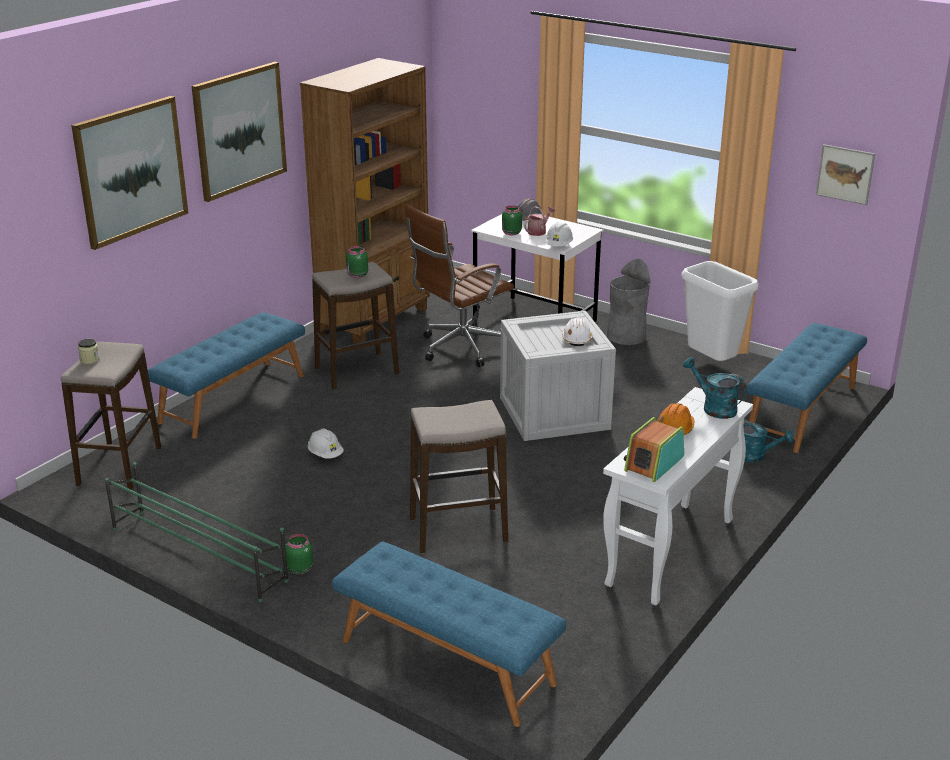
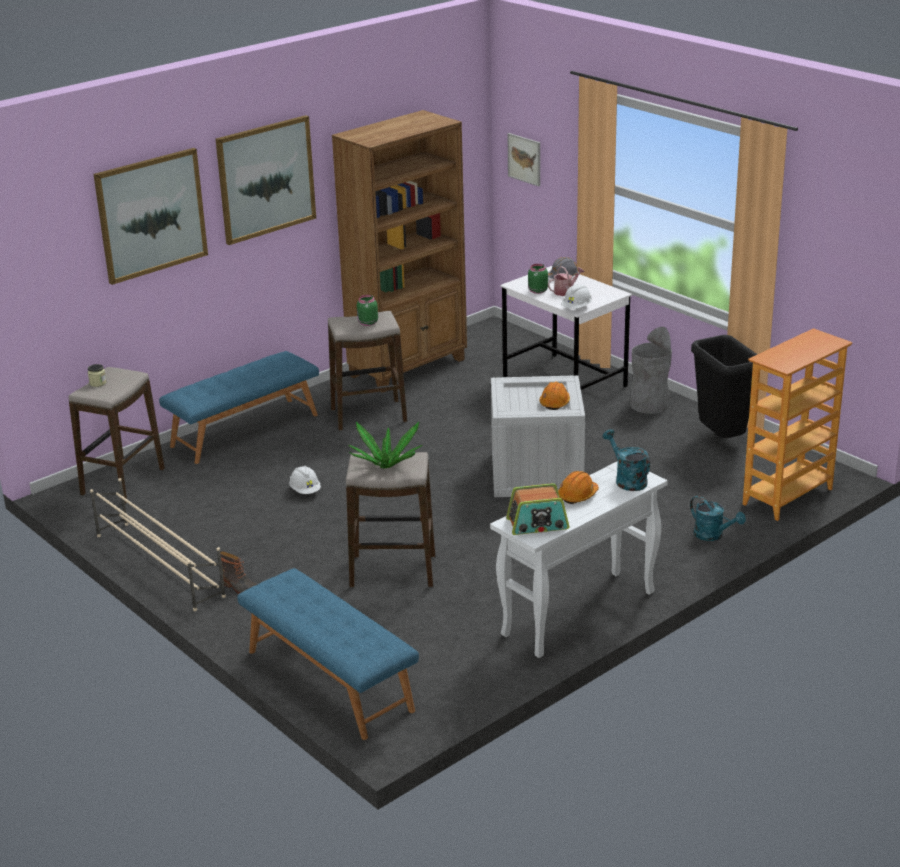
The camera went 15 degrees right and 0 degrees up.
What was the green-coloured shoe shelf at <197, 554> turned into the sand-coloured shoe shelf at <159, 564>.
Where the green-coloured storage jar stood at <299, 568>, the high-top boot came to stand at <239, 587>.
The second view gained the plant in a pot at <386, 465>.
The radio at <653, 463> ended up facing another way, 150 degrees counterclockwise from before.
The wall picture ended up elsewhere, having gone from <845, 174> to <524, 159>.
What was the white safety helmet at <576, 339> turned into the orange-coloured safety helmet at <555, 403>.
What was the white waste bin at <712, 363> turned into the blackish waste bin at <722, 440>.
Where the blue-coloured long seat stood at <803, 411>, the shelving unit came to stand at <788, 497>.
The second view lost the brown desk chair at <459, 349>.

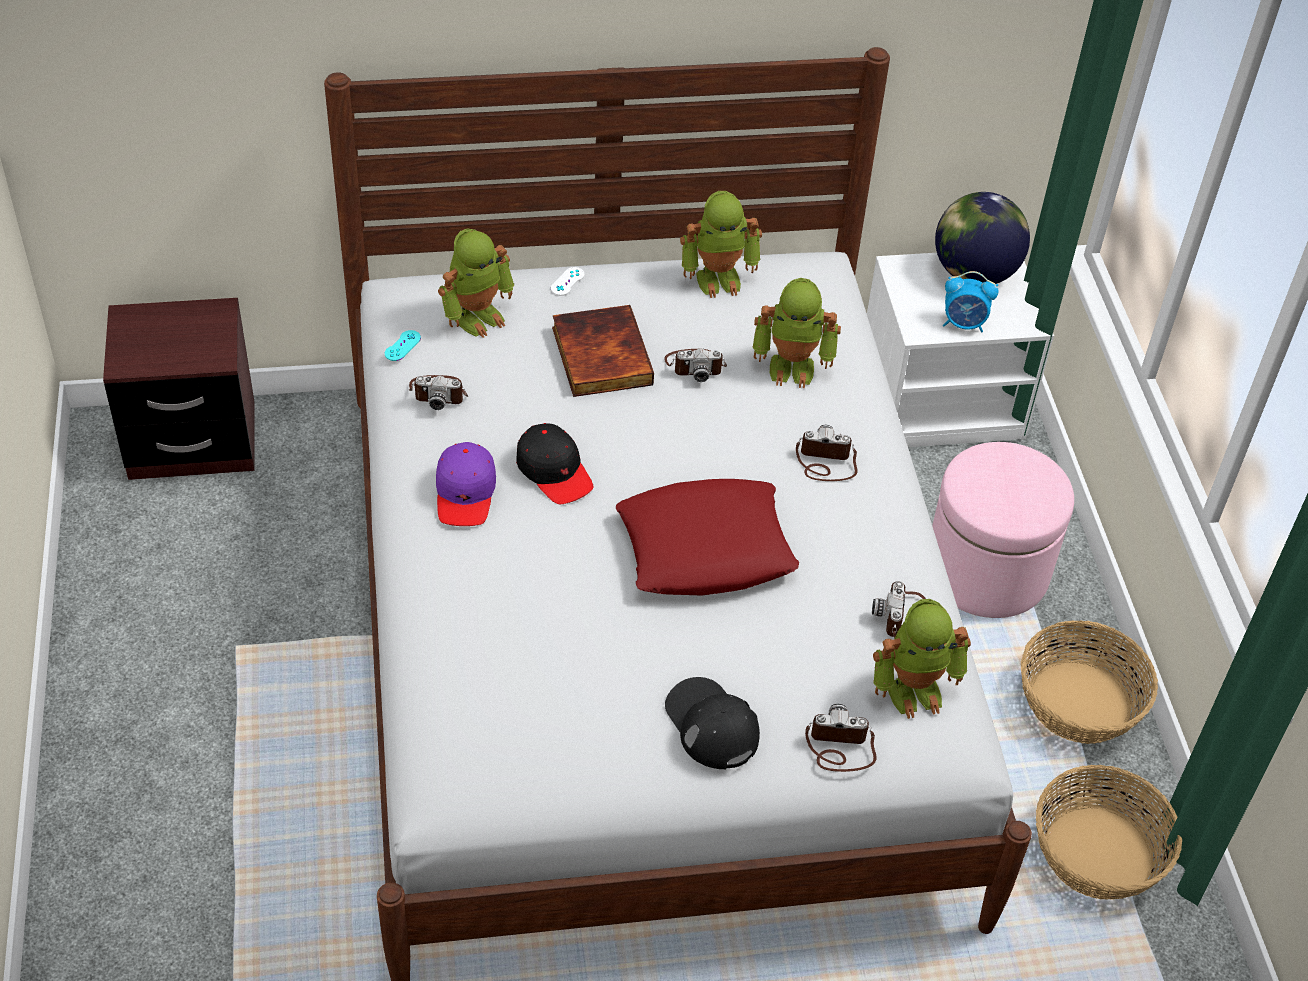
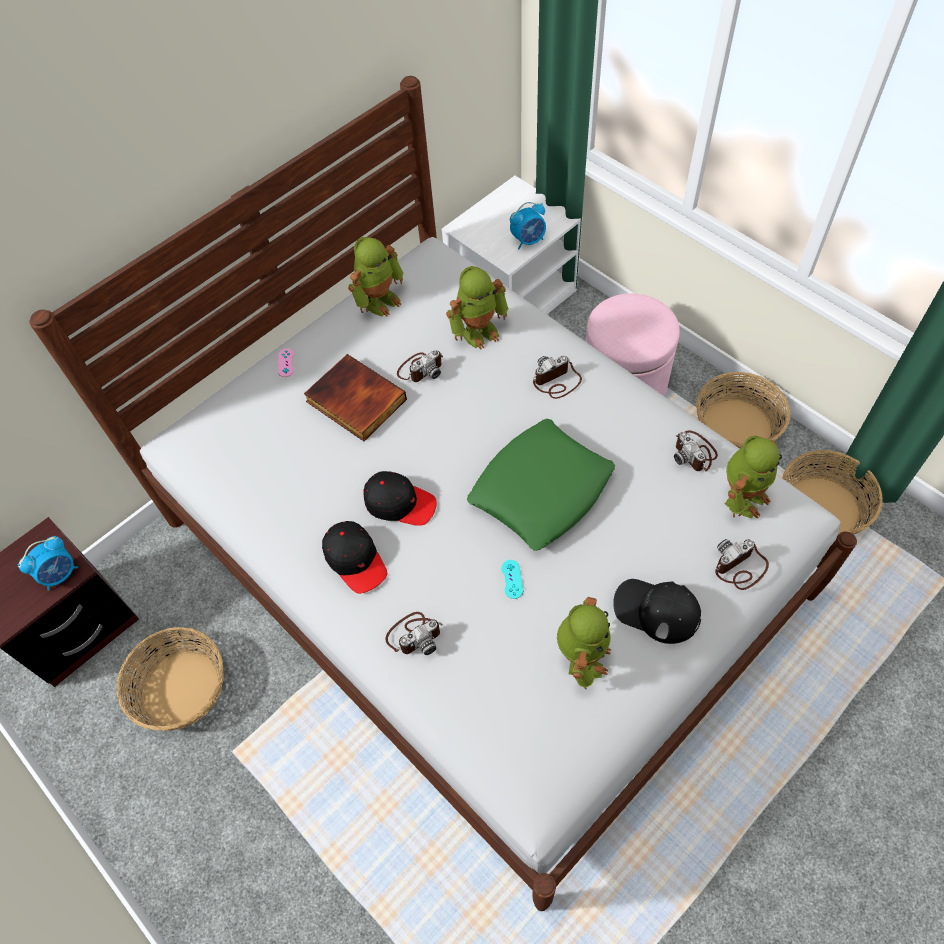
The camera went 30 degrees left and 10 degrees up.
The second view gained the table clock at <60, 574>.
The second view gained the household basket at <181, 688>.
What was the white game controller at <567, 282> turned into the pink-coloured game controller at <286, 363>.
What was the purple-coloured baseball cap at <465, 493> turned into the blackish baseball cap at <355, 560>.
The photo camera ended up elsewhere, having gone from <439, 393> to <414, 634>.
What was the reddish cushion at <706, 548> turned into the green-coloured cushion at <541, 489>.
The turquoise game controller ended up elsewhere, having gone from <402, 346> to <512, 579>.
The model robot ended up elsewhere, having gone from <477, 316> to <582, 656>.
The second view lost the desk globe at <973, 273>.

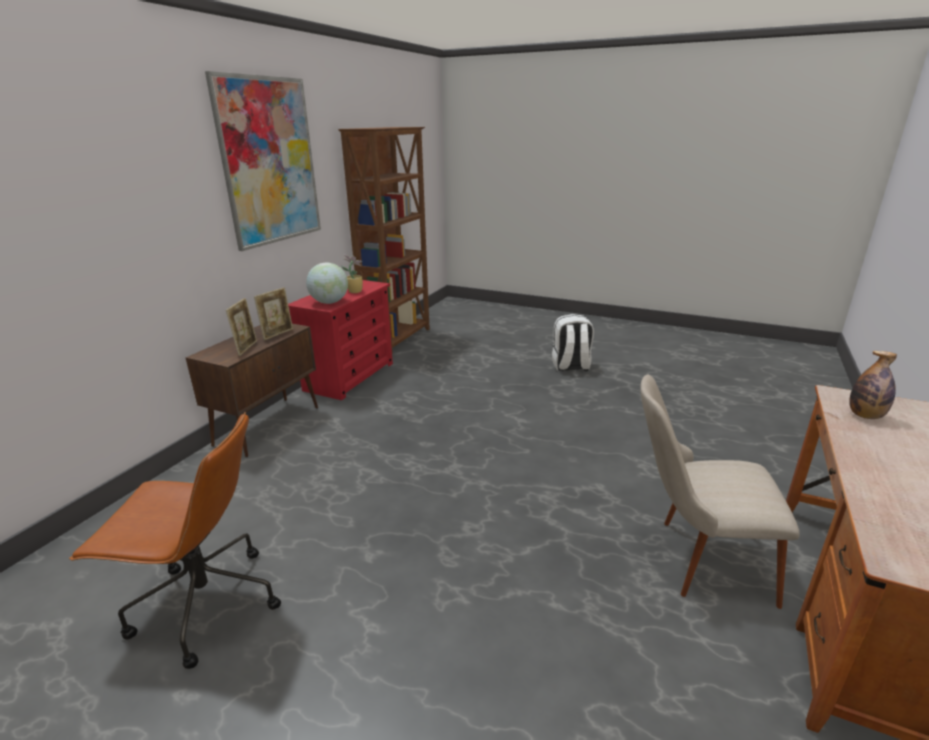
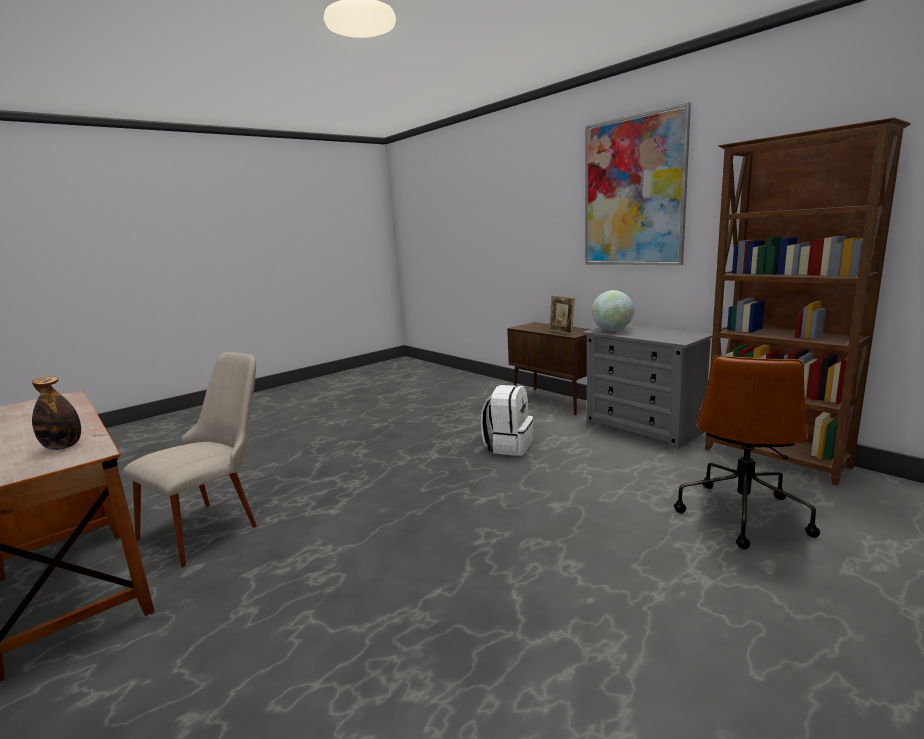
The camera went 115 degrees right and 10 degrees down.
The white rucksack ended up elsewhere, having gone from <570, 366> to <508, 446>.
What was the reddish dresser at <350, 376> turned into the gray dresser at <643, 427>.
The brown desk chair ended up elsewhere, having gone from <204, 605> to <741, 513>.
The second view lost the standing frame at <246, 348>.
The second view lost the plant in a pot at <354, 291>.

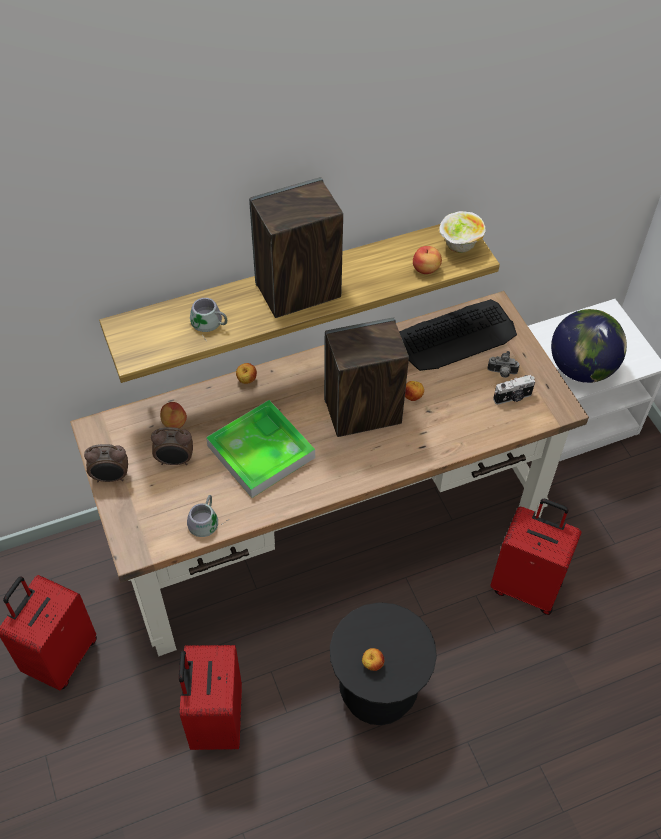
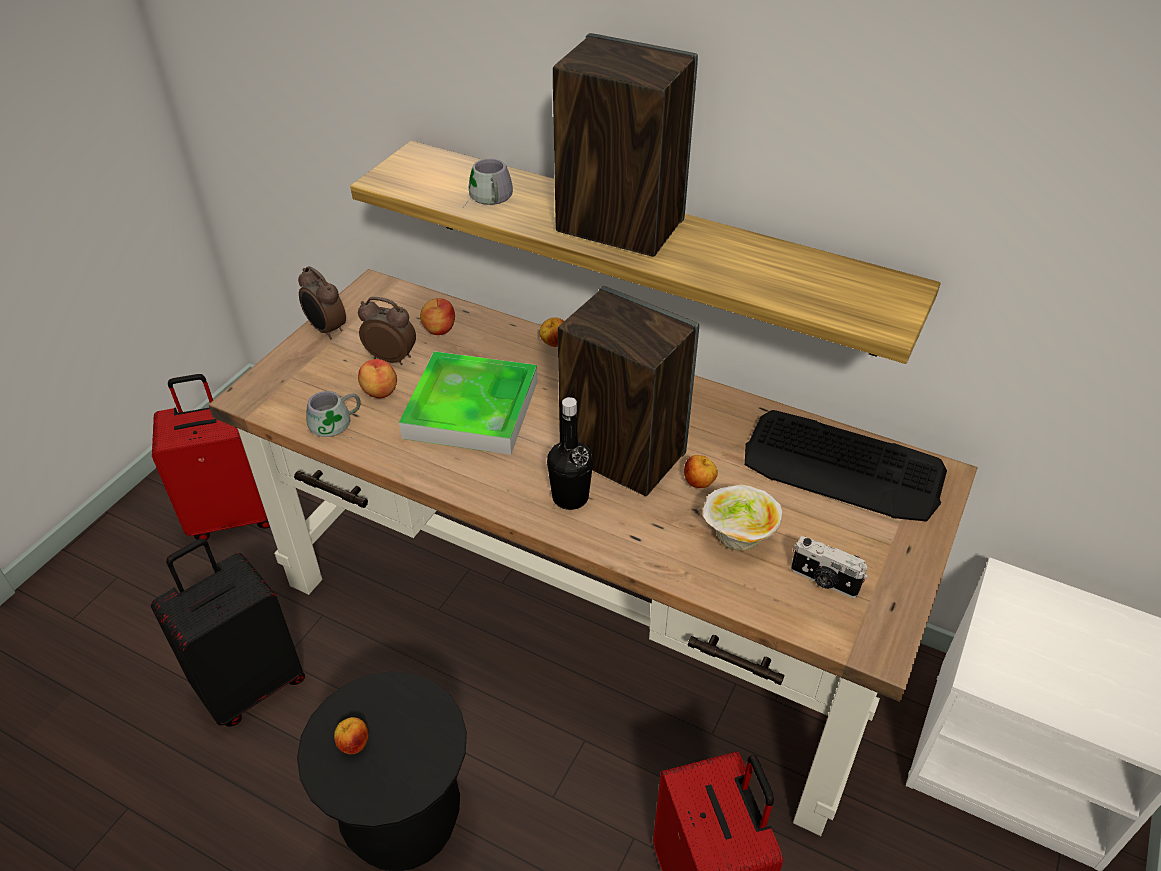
The camera went 50 degrees right and 10 degrees down.
What was the reddish suitcase at <215, 720> turned into the blackish suitcase at <250, 684>.
The table clock at <175, 461> ended up facing another way, 150 degrees clockwise from before.
The apple ended up elsewhere, having gone from <426, 269> to <379, 392>.
The second view gained the blackish drink bottle at <570, 497>.
The bowl ended up elsewhere, having gone from <459, 245> to <737, 538>.
The second view lost the photo camera at <502, 373>.
The second view lost the desk globe at <581, 369>.

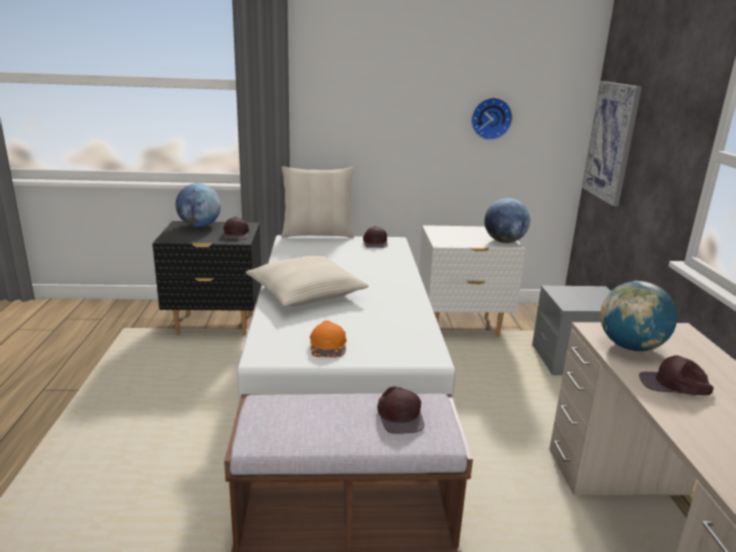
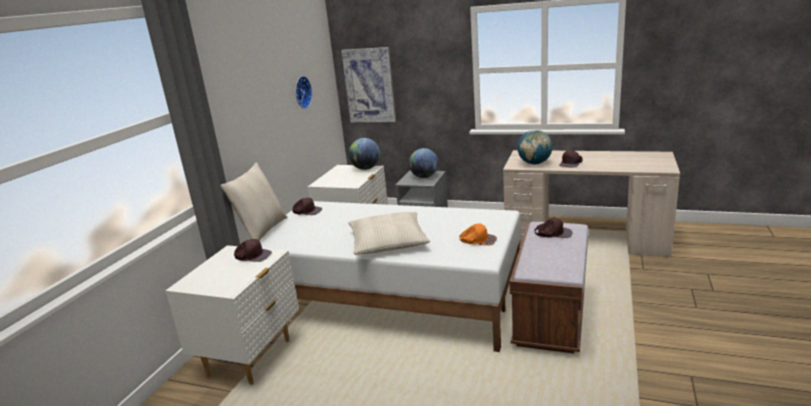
The camera went 65 degrees left and 0 degrees up.
What was the blackish nightstand at <215, 324> turned into the white nightstand at <251, 358>.
The desk globe ended up elsewhere, having gone from <199, 226> to <424, 177>.

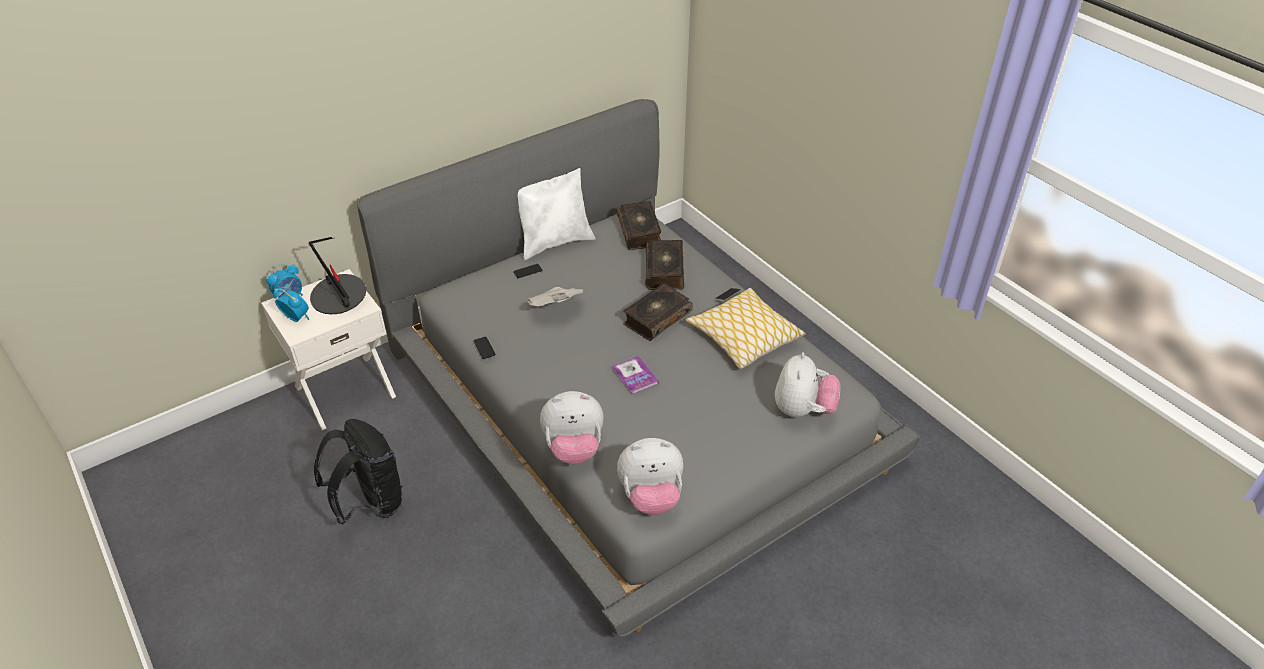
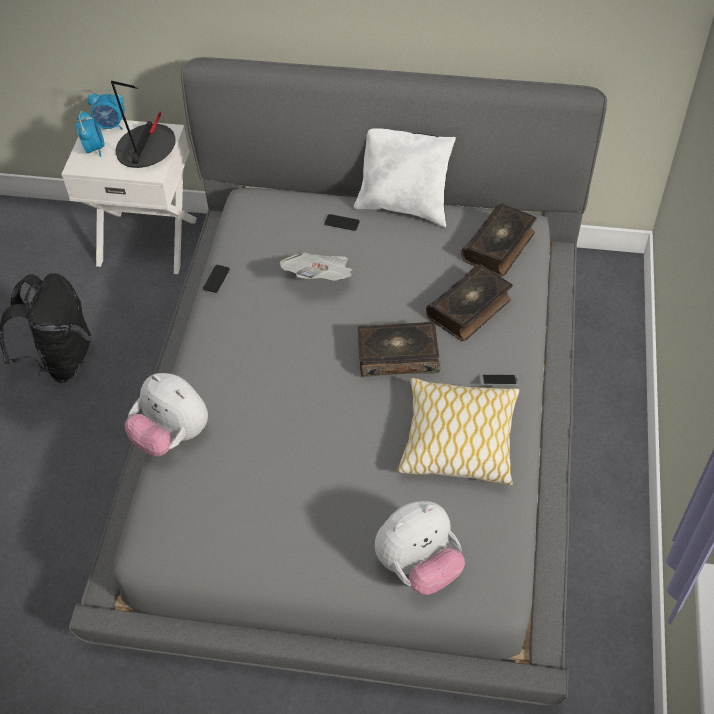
The camera went 45 degrees right and 10 degrees up.
The second view lost the bound book at <634, 376>.
The second view lost the cuddly toy at <651, 497>.

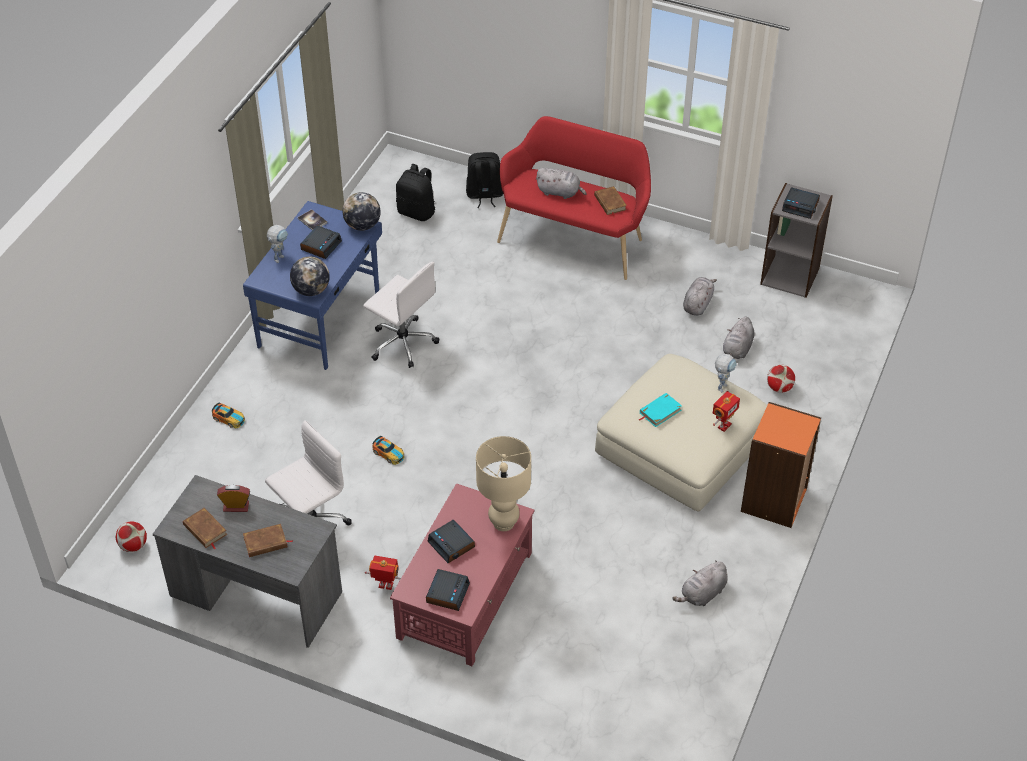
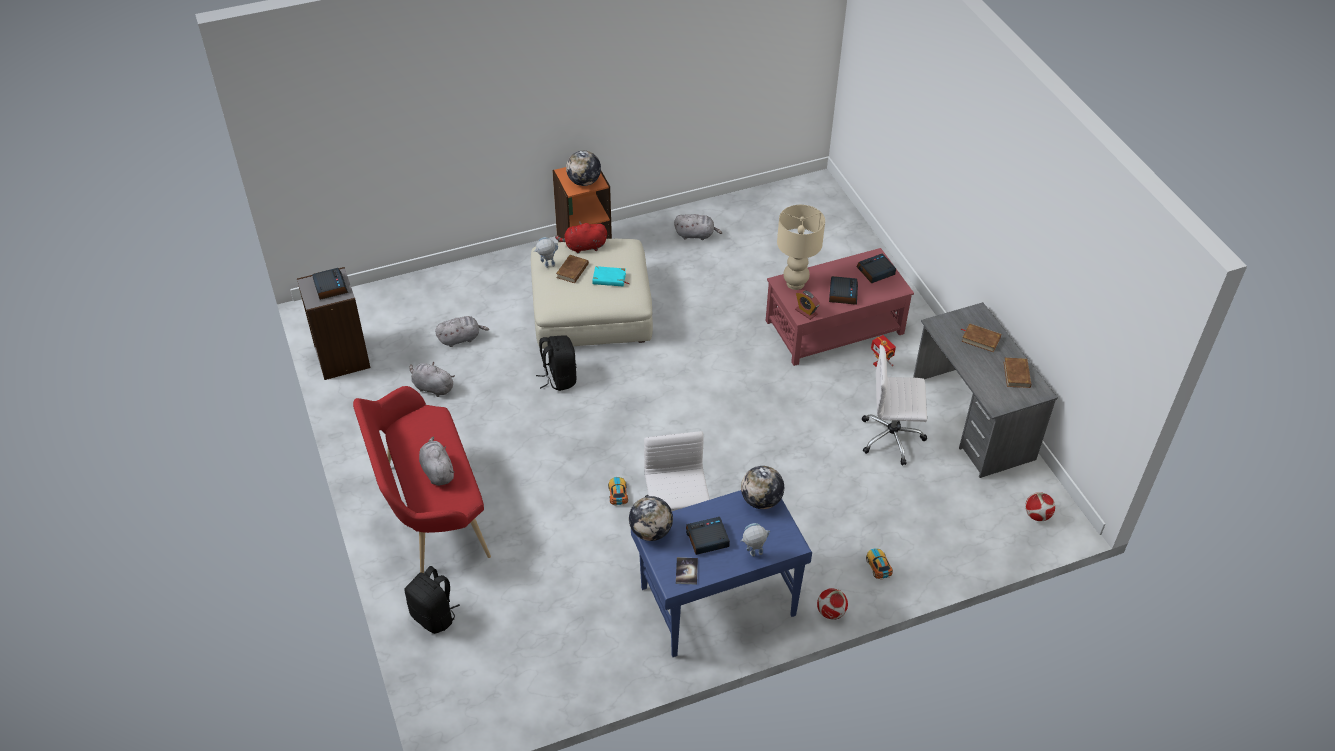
The camera went 135 degrees left and 0 degrees up.
The gray cuddly toy at <698, 304> ended up facing another way, 45 degrees clockwise from before.
The blackish rucksack ended up elsewhere, having gone from <417, 212> to <559, 378>.
Where the model robot stood at <723, 425>, the reddish cuddly toy came to stand at <583, 247>.
The brown bound book ended up elsewhere, having gone from <610, 203> to <572, 271>.
The second view gained the desk globe at <584, 182>.
The miniature car ended up elsewhere, having gone from <389, 453> to <618, 493>.
The table clock ended up elsewhere, having gone from <236, 506> to <806, 312>.
The football ended up elsewhere, having gone from <779, 388> to <830, 612>.

